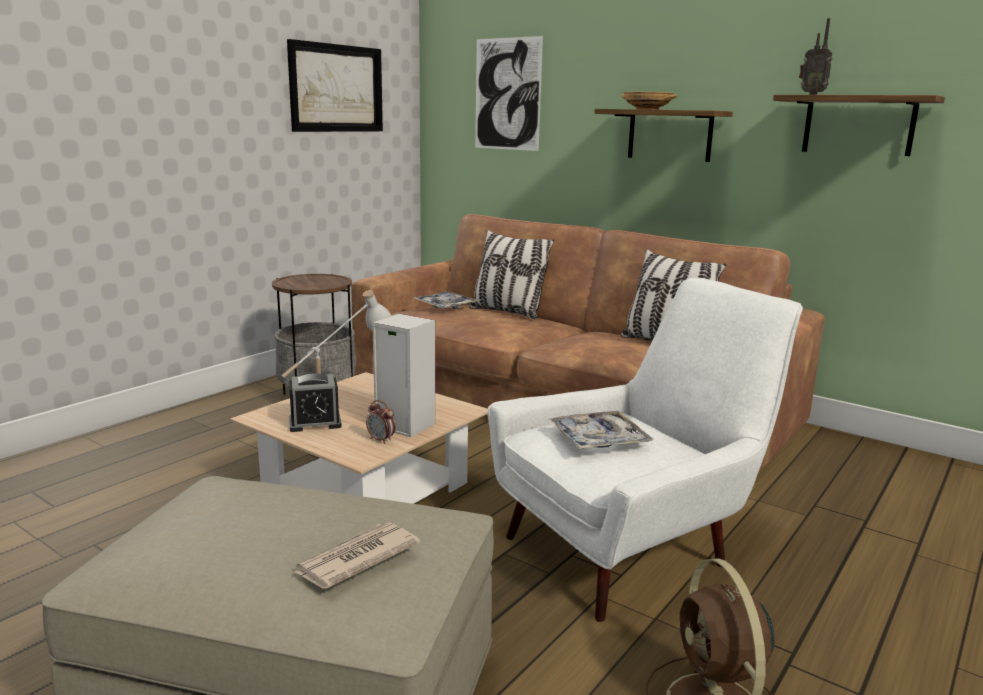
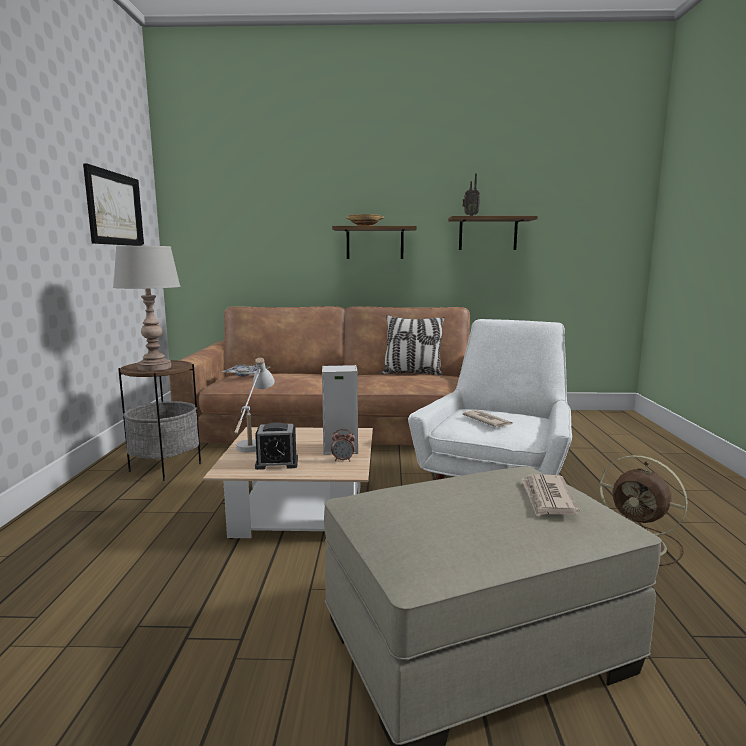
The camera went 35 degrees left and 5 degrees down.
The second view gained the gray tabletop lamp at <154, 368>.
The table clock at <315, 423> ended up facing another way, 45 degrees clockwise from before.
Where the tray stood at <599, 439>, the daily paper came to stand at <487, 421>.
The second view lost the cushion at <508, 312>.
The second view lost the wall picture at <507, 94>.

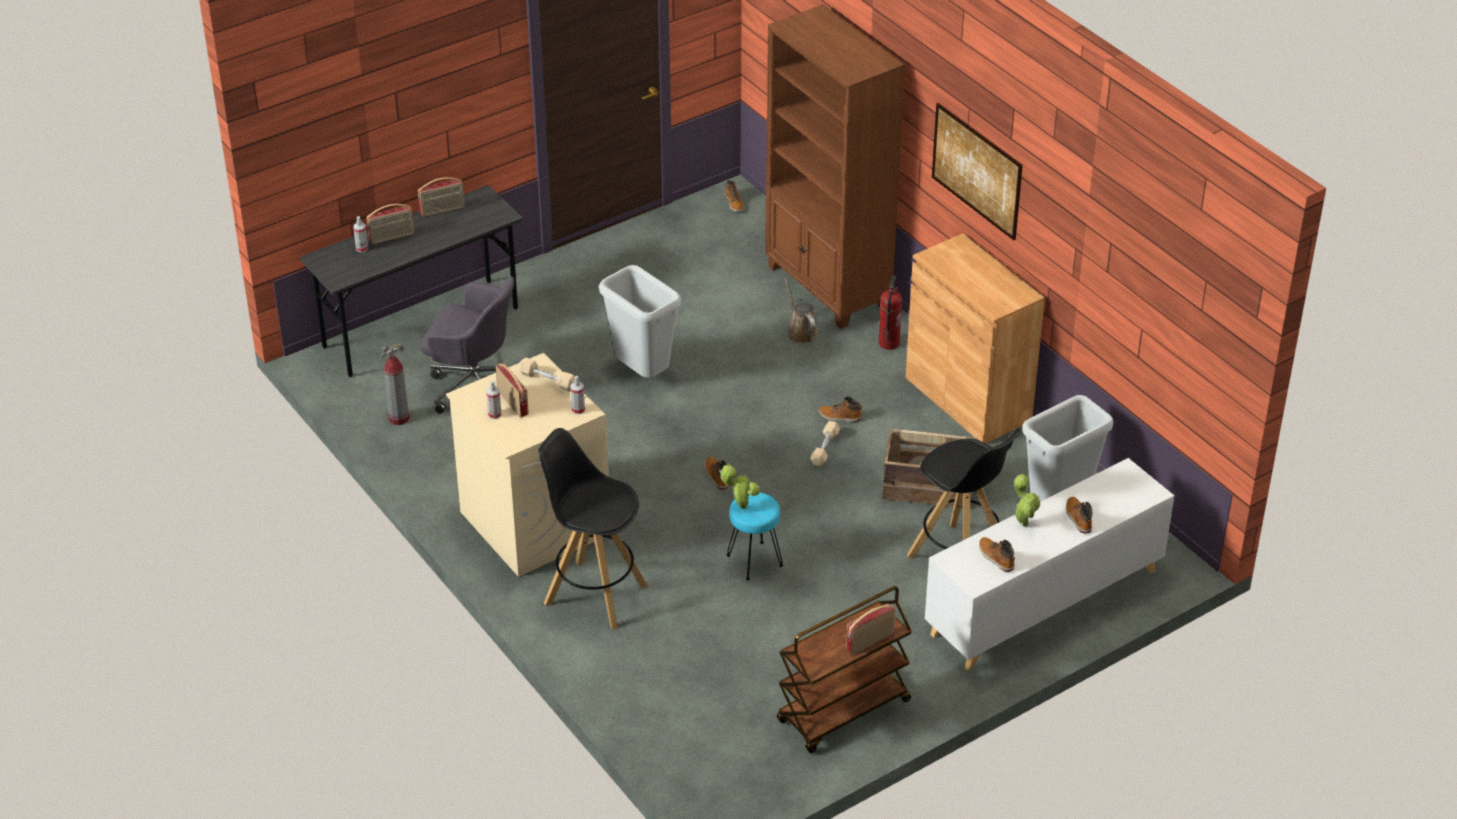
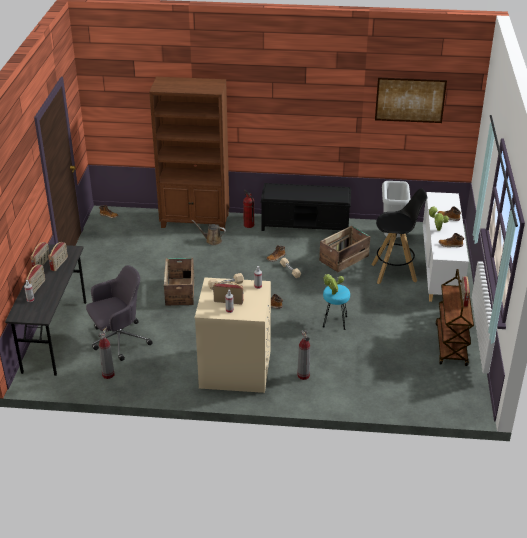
The camera went 50 degrees left and 5 degrees down.
The second view gained the radio at <59, 264>.
Where the gray waste bin stood at <643, 374>, the crate came to stand at <180, 291>.
Where the brown storage cabinet stood at <968, 399>, the blackish long seat came to stand at <306, 225>.
Where the blackish stool seat stood at <594, 594>, the fire extinguisher came to stand at <303, 375>.
The wall picture ended up elsewhere, having gone from <976, 170> to <410, 100>.

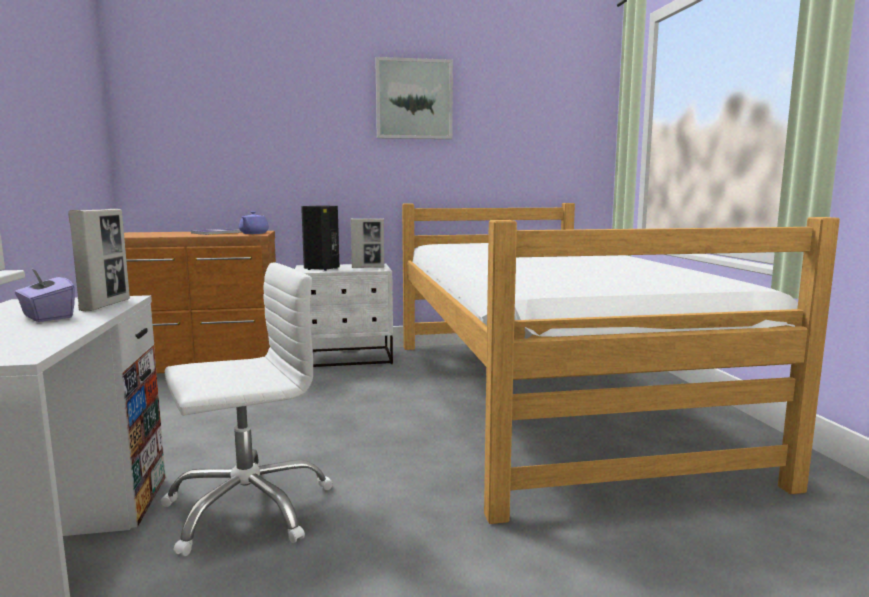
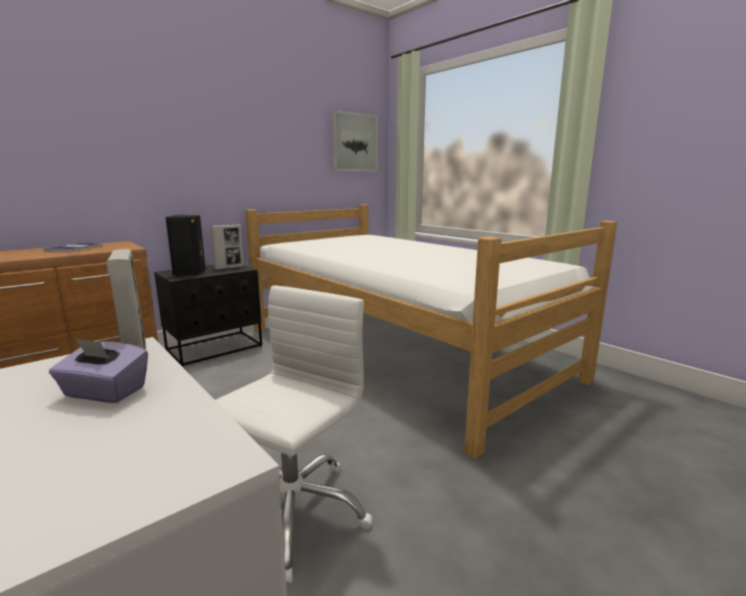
The camera went 30 degrees left and 5 degrees up.
What was the white nightstand at <345, 358> turned into the blackish nightstand at <215, 348>.
The wall picture ended up elsewhere, having gone from <414, 99> to <354, 142>.
The second view lost the purple-coloured teapot at <253, 233>.

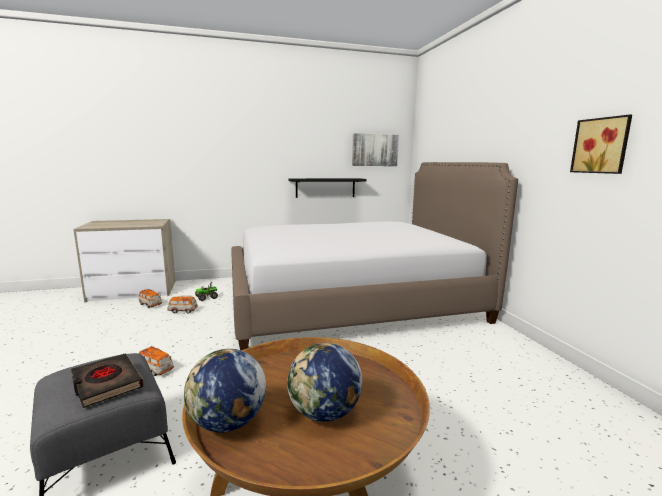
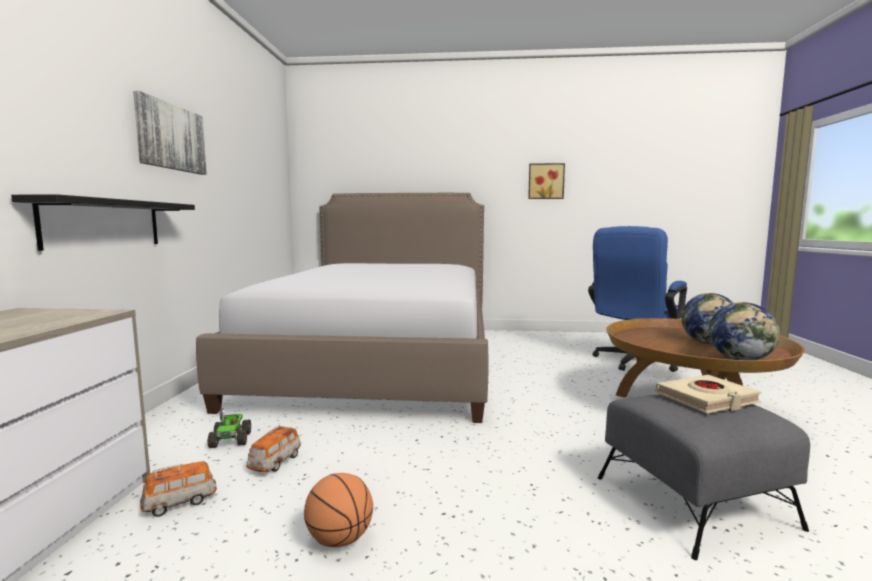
The camera went 70 degrees left and 5 degrees down.
The blackish shelf ended up elsewhere, having gone from <325, 187> to <104, 223>.
The wall picture ended up elsewhere, having gone from <375, 150> to <171, 137>.
The second view gained the basketball ball at <340, 539>.
The second view gained the blue-coloured desk chair at <633, 362>.
What was the blackish bound book at <106, 383> turned into the sand-coloured bound book at <706, 399>.
The second view lost the miniature car at <155, 370>.

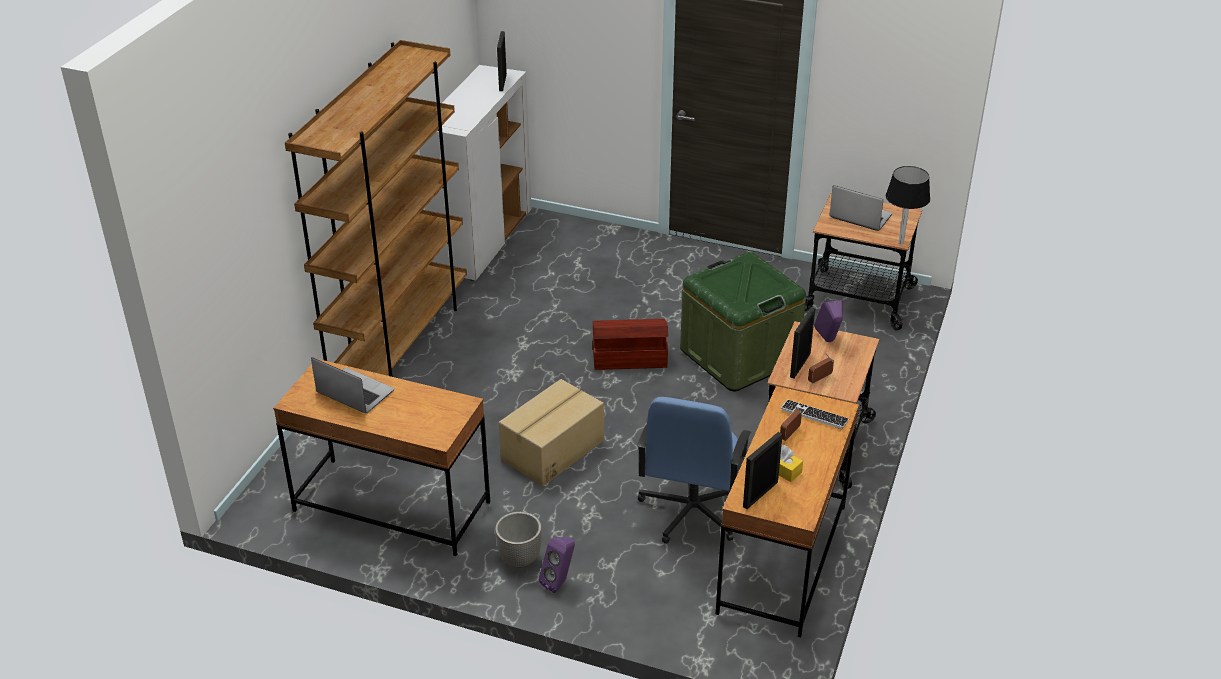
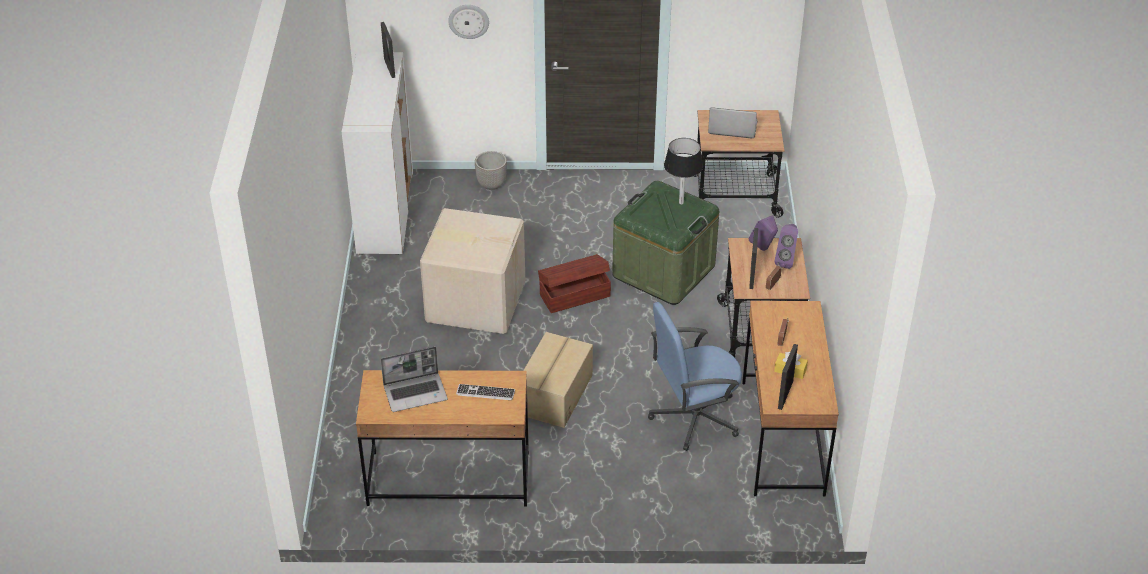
The camera went 20 degrees left and 5 degrees up.
The portable computer at <354, 393> ended up facing another way, 150 degrees clockwise from before.
The second view gained the carton at <475, 300>.
The second view gained the wall clock at <468, 21>.
The computer keyboard ended up elsewhere, having gone from <814, 415> to <485, 393>.
The flower pot ended up elsewhere, having gone from <520, 559> to <492, 185>.
The blue-coloured desk chair at <691, 511> ended up facing another way, 75 degrees clockwise from before.
The blackish tabletop lamp ended up elsewhere, having gone from <901, 242> to <681, 202>.
The purple-coloured speaker ended up elsewhere, having gone from <559, 582> to <786, 261>.
The second view lost the brown shelving unit at <400, 343>.

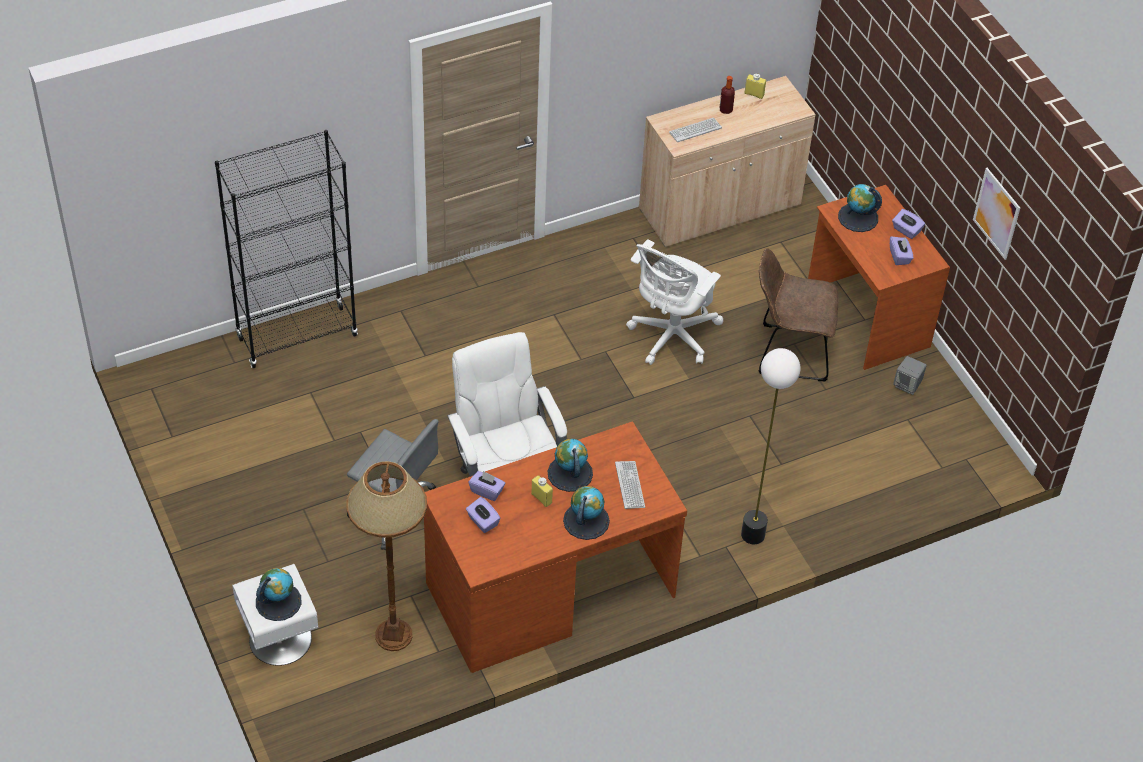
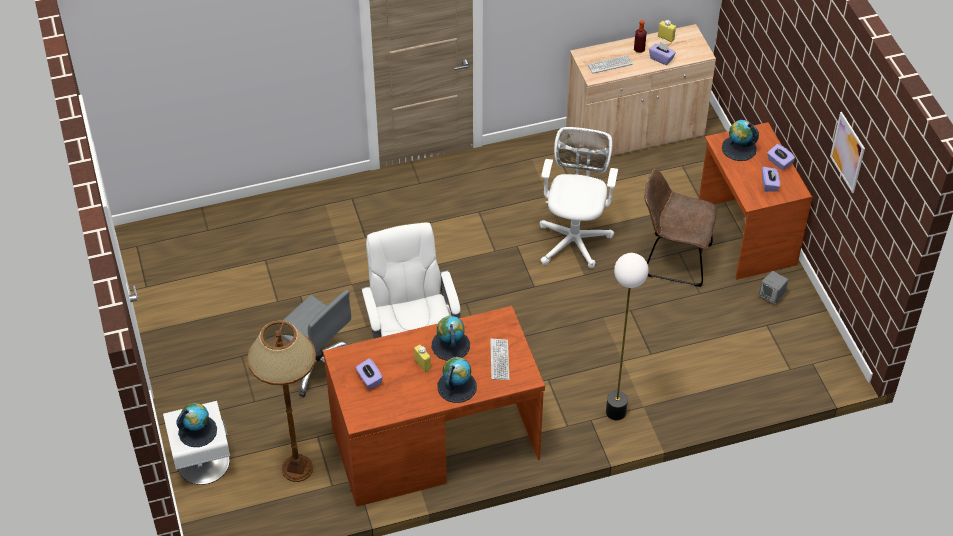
The camera went 10 degrees right and 0 degrees up.
The white desk chair at <671, 337> ended up facing another way, 150 degrees clockwise from before.
The purple-coloured tissue holder ended up elsewhere, having gone from <487, 491> to <661, 58>.
The second view lost the blackish shelving unit at <297, 337>.

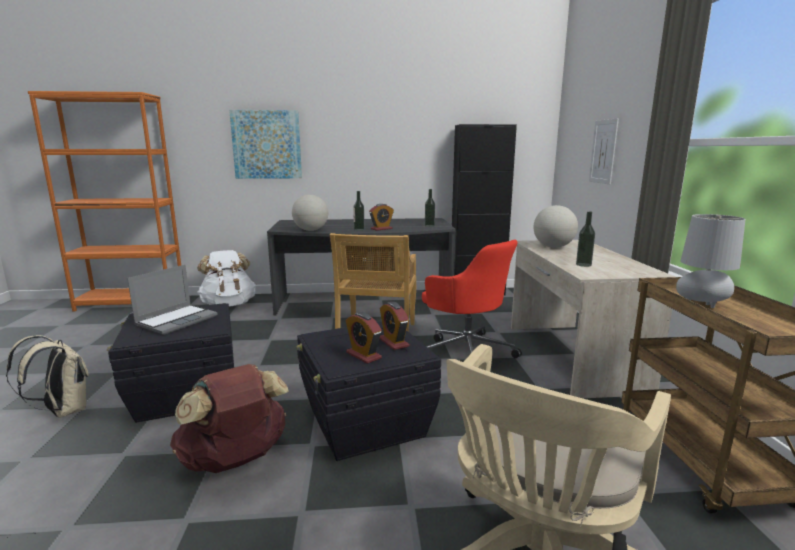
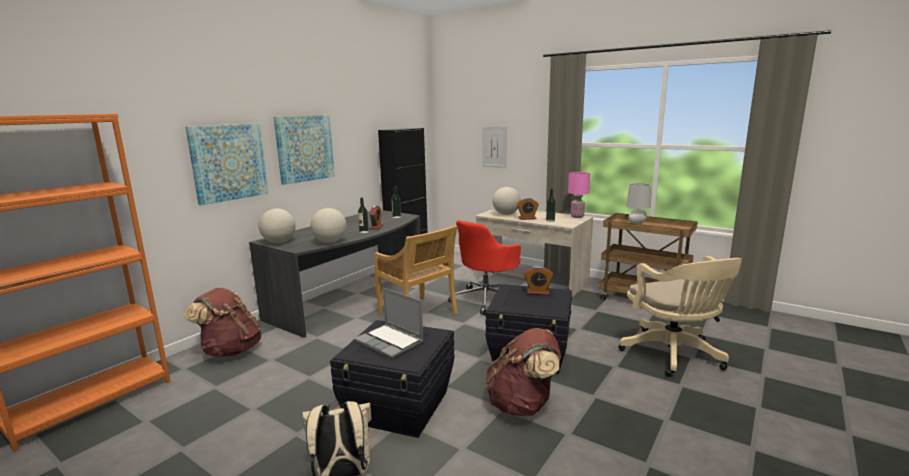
The camera went 50 degrees left and 0 degrees up.
What was the white rucksack at <229, 305> turned into the brown rucksack at <231, 350>.
The second view gained the desk globe at <279, 242>.
The second view gained the wall picture at <304, 148>.
The portable computer at <177, 320> ended up facing another way, 150 degrees clockwise from before.
The reddish desk chair at <466, 352> ended up facing another way, 135 degrees clockwise from before.
The table clock ended up elsewhere, having gone from <363, 355> to <527, 218>.
The second view gained the pink-coloured tabletop lamp at <577, 216>.

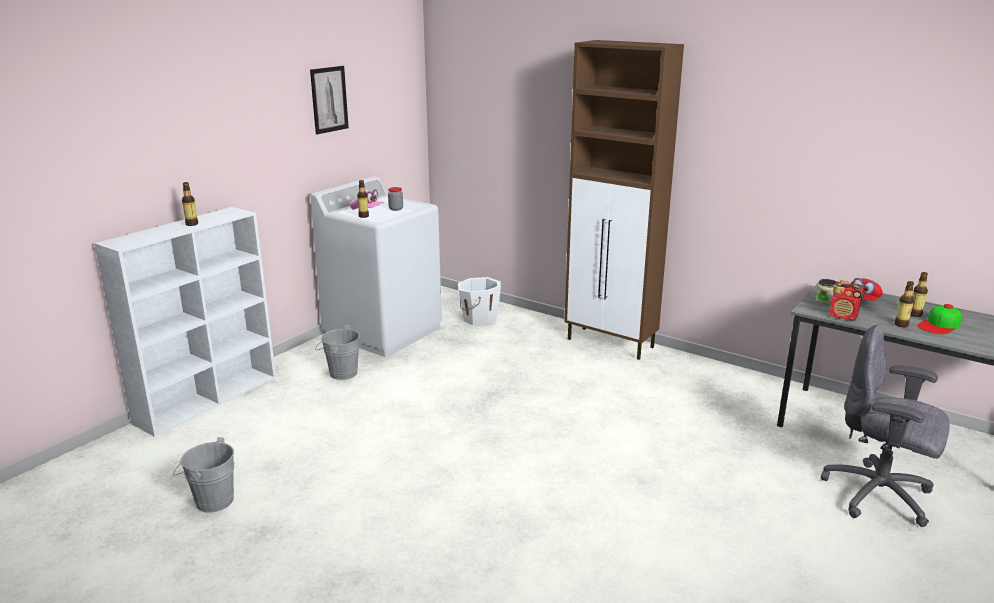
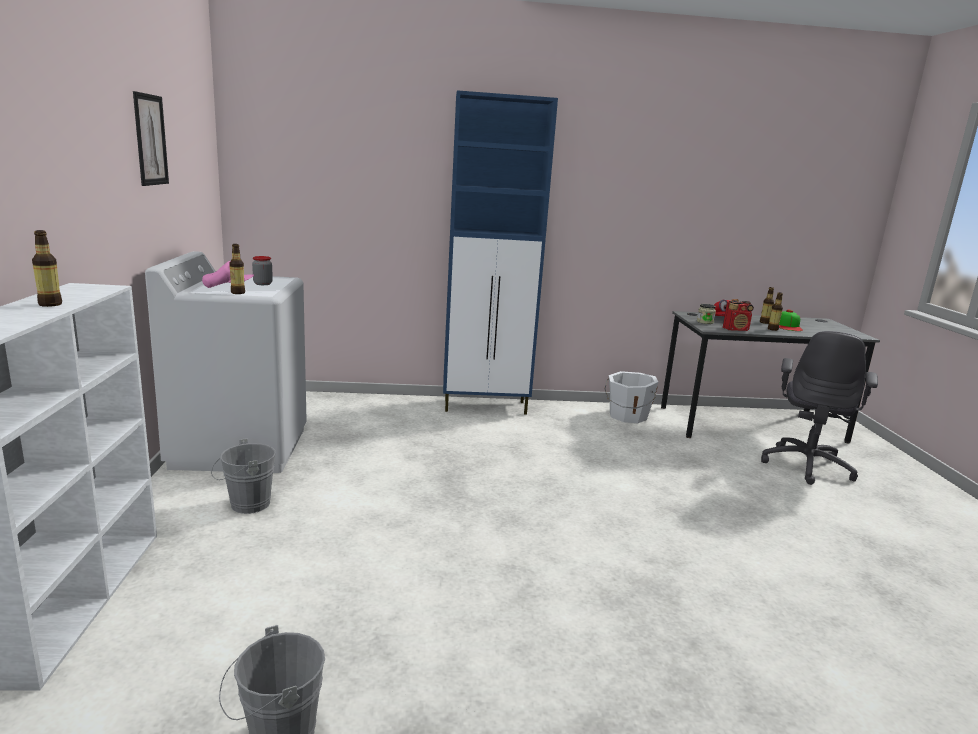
The camera went 40 degrees left and 5 degrees down.
What was the brown storage cabinet at <611, 343> turned into the blue-coloured storage cabinet at <486, 407>.
The white pail ended up elsewhere, having gone from <479, 318> to <627, 416>.
The gray desk chair at <879, 495> ended up facing another way, 60 degrees counterclockwise from before.

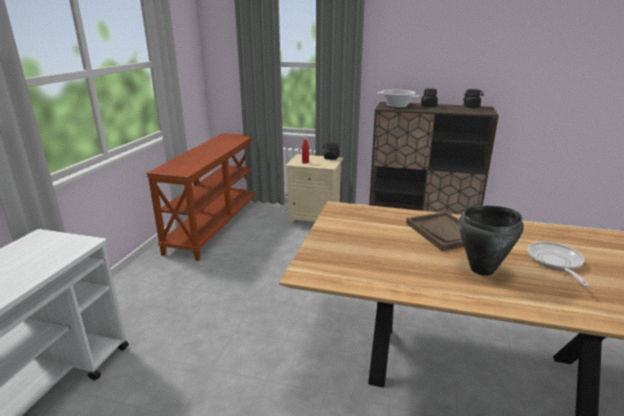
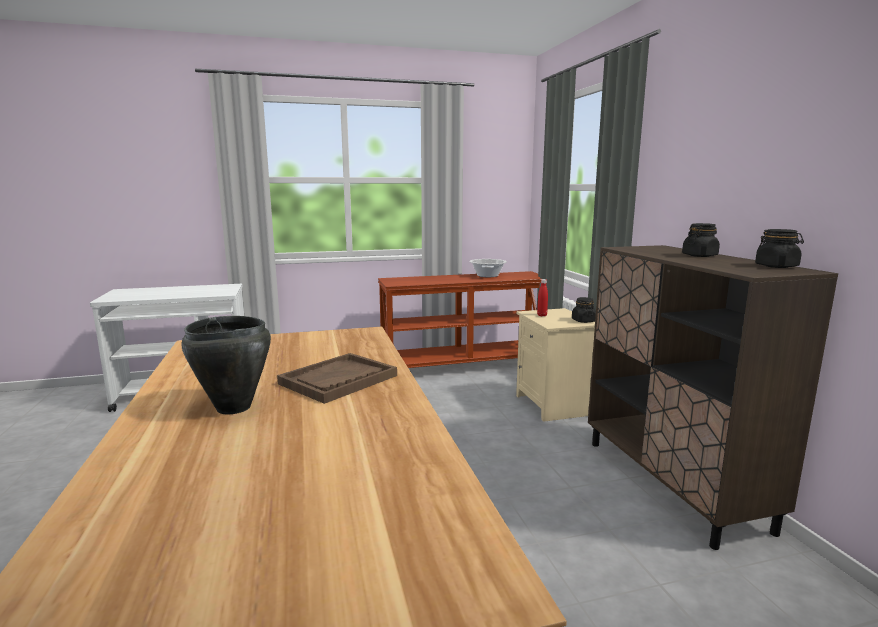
The camera went 60 degrees right and 10 degrees down.
The stockpot ended up elsewhere, having gone from <396, 106> to <487, 275>.
The second view lost the pan at <555, 263>.

